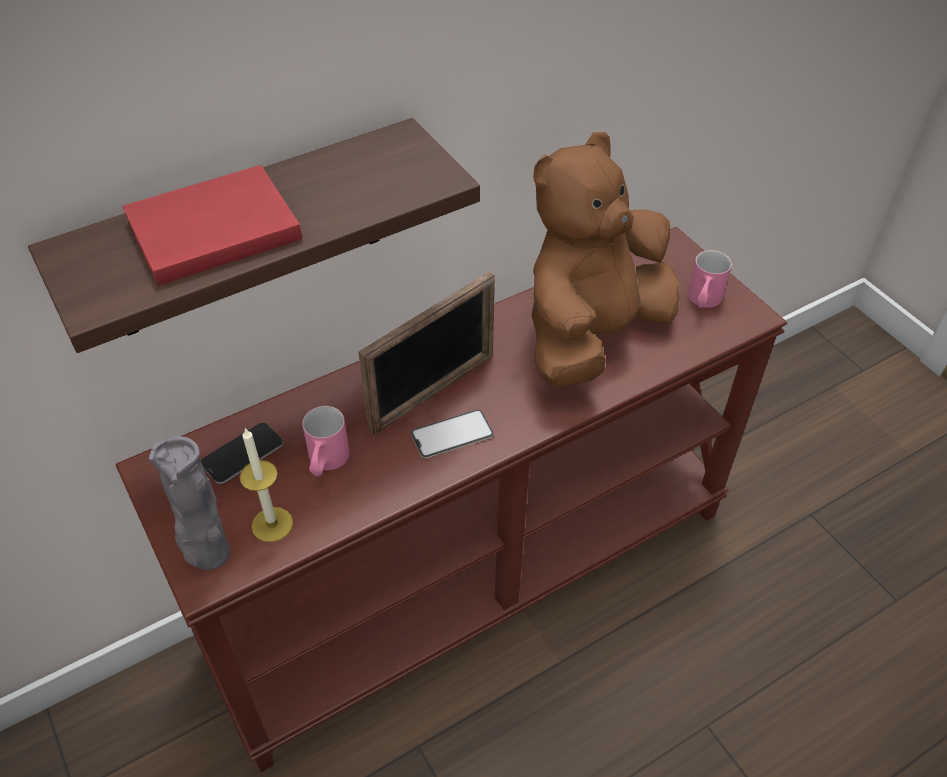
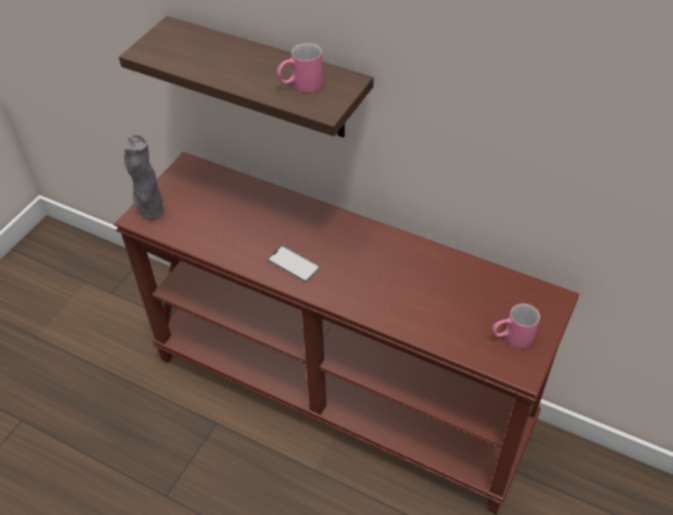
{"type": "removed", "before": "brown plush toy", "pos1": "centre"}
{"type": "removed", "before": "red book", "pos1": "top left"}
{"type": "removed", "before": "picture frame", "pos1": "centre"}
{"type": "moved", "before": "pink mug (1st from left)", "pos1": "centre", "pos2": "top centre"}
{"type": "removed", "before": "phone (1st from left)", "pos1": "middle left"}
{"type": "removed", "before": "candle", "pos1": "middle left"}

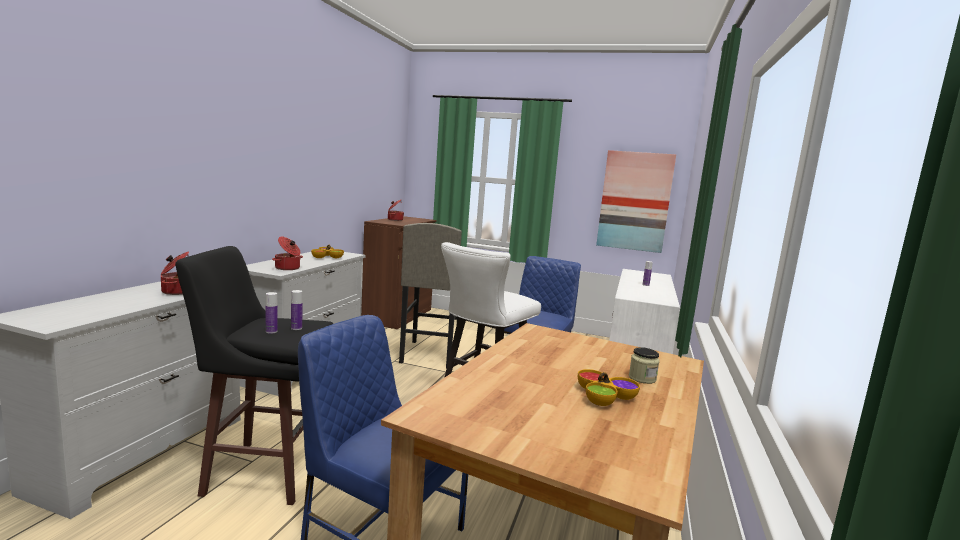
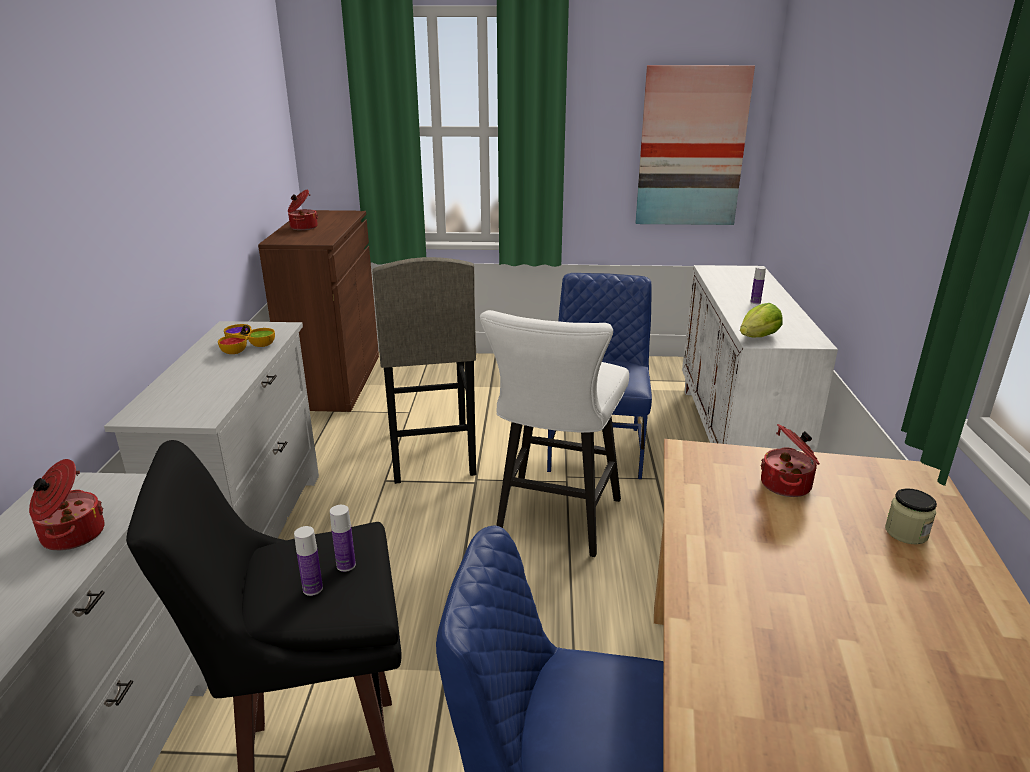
{"type": "moved", "before": "cooking pot (2nd from left in the first image)", "after": "cooking pot (3rd from left)", "pos1": "middle left", "pos2": "middle right"}
{"type": "removed", "before": "bowl (2nd from left)", "pos1": "bottom centre"}
{"type": "added", "after": "lettuce", "pos2": "middle right"}

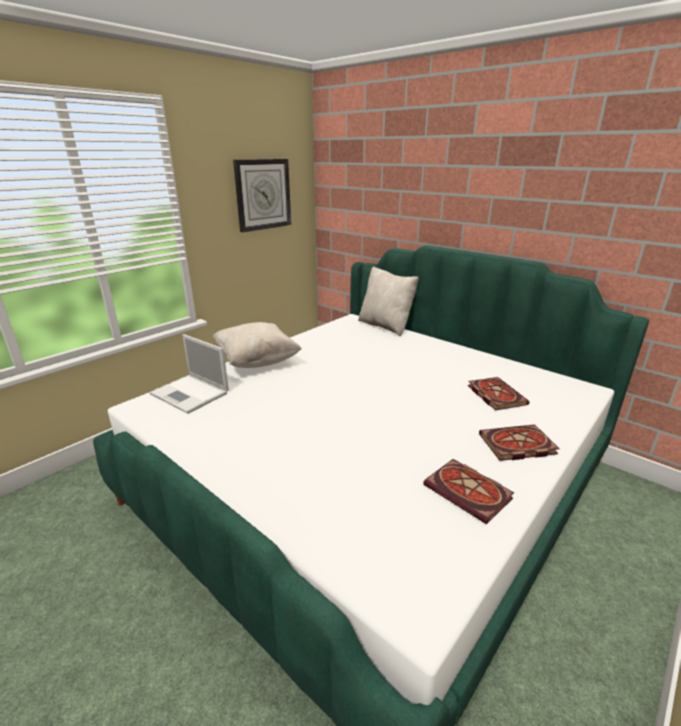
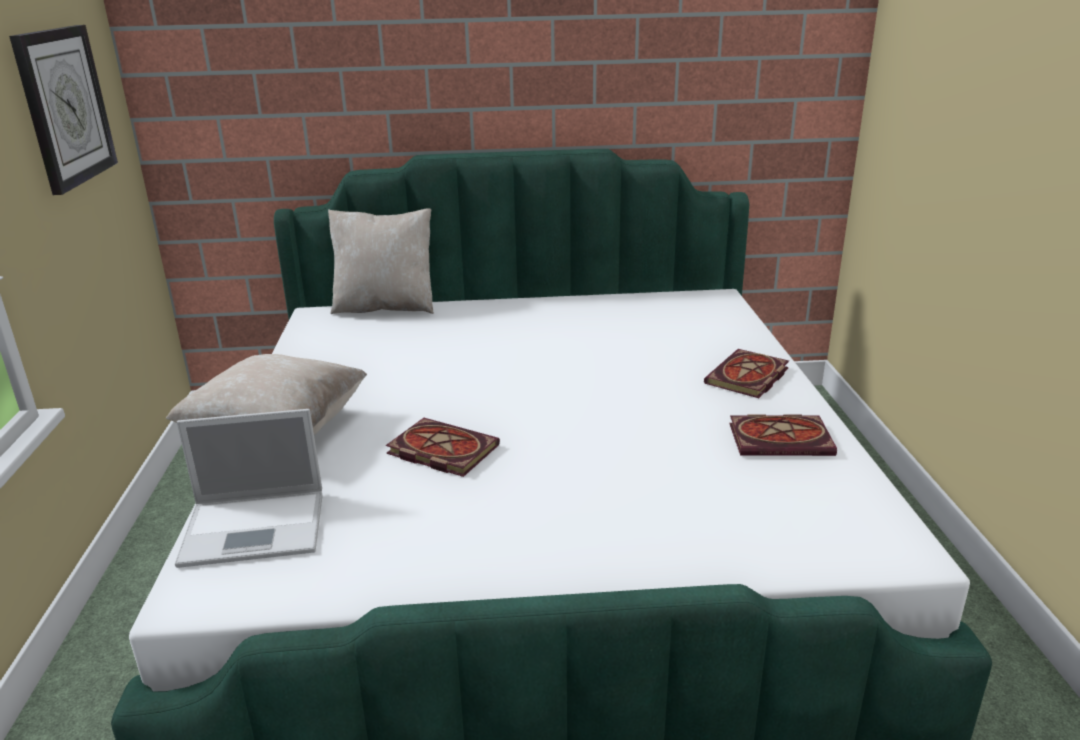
{"type": "moved", "before": "book (2nd from left in the first image)", "after": "book (1st from left)", "pos1": "middle right", "pos2": "centre"}

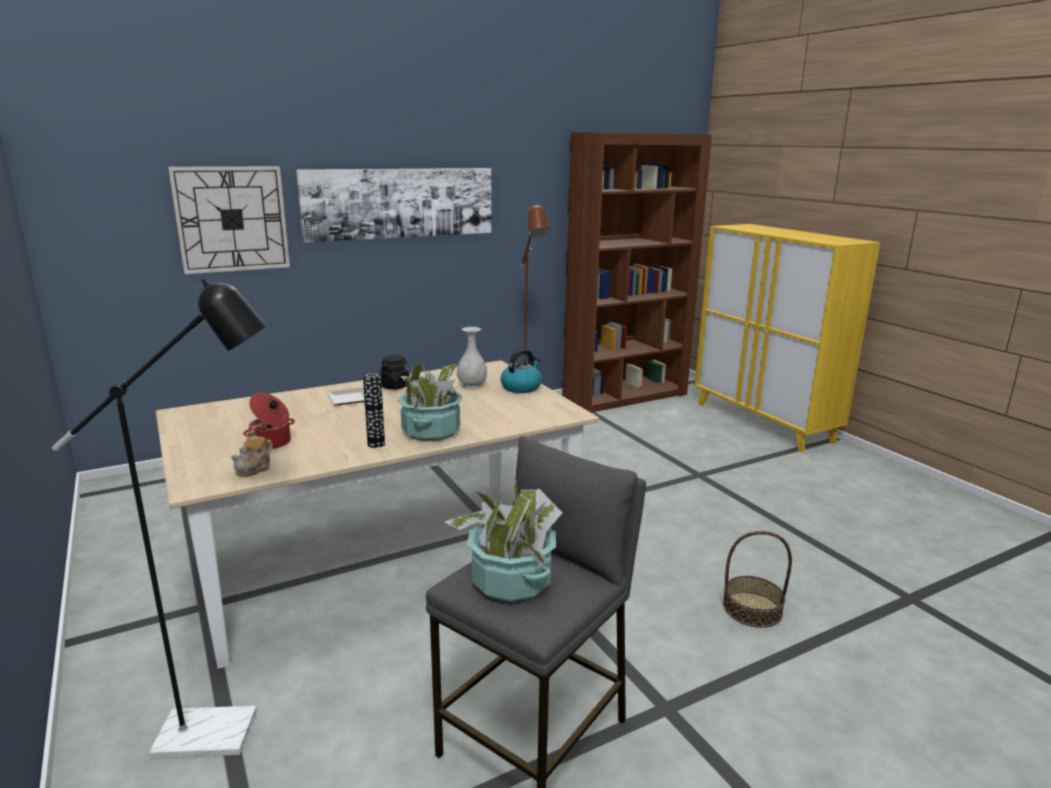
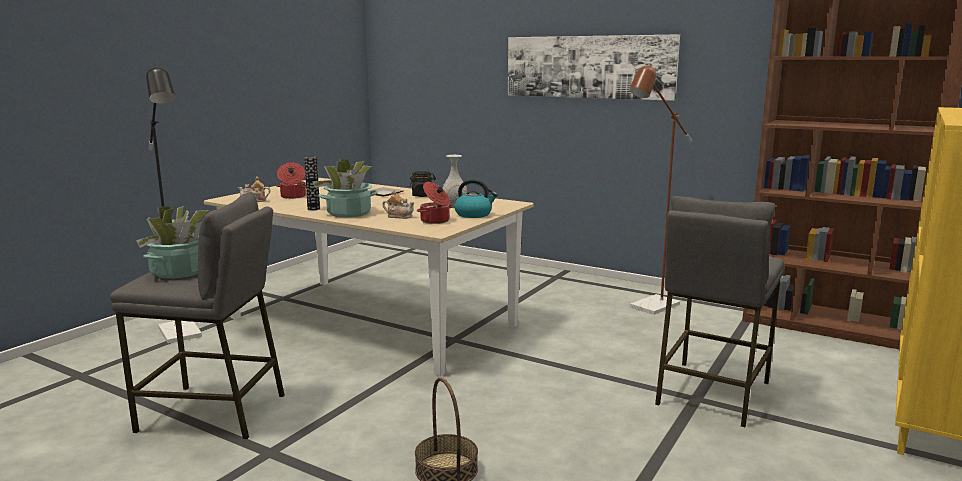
{"type": "removed", "before": "wall clock", "pos1": "top left"}
{"type": "added", "after": "cooking pot (2nd from left)", "pos2": "centre"}
{"type": "added", "after": "teapot (2nd from left)", "pos2": "centre"}
{"type": "added", "after": "grey stool (2nd from left)", "pos2": "middle right"}

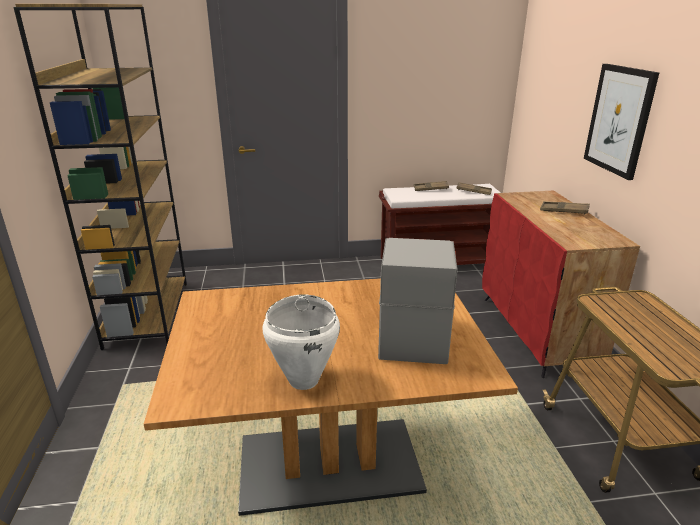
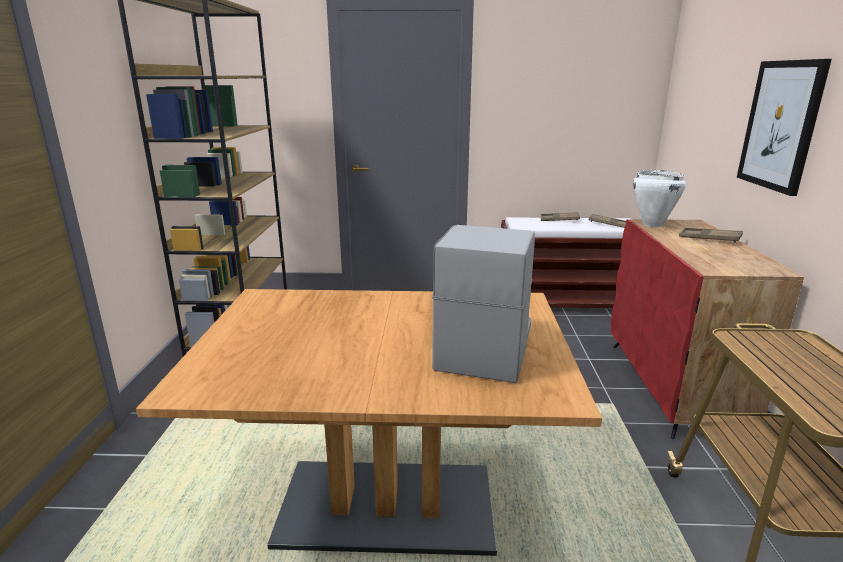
{"type": "moved", "before": "white cooking pot", "pos1": "centre", "pos2": "middle right"}

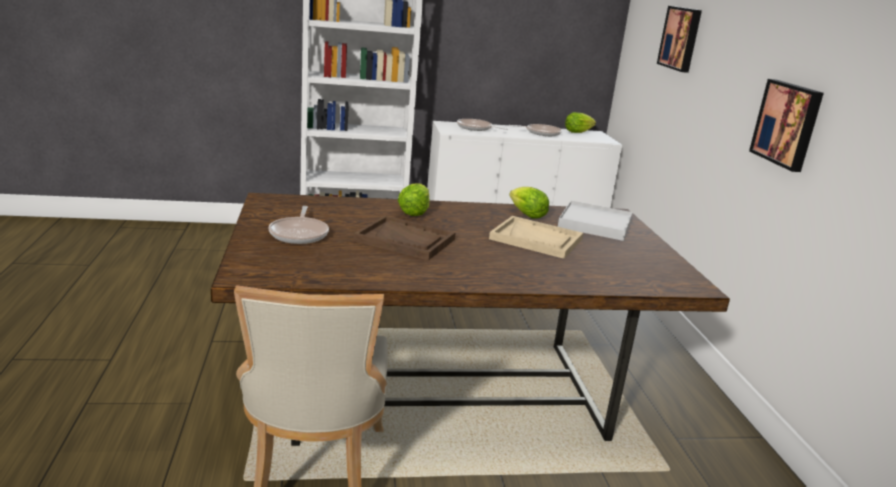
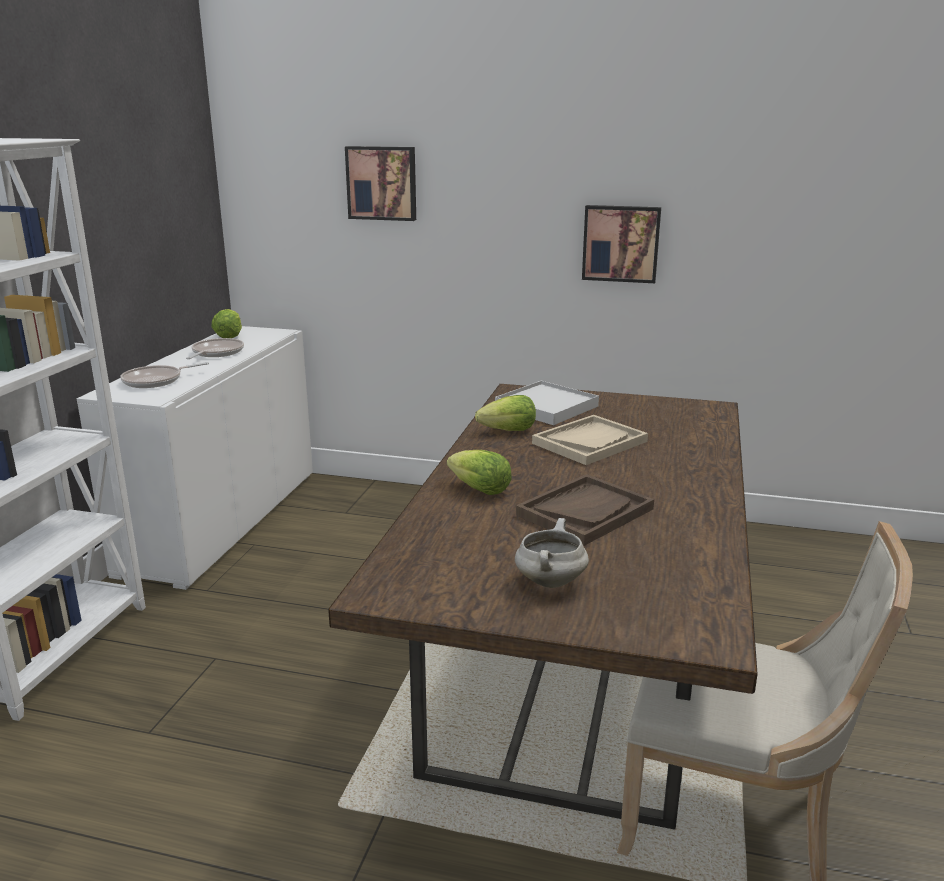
{"type": "replaced", "before": "frying pan (1st from left)", "after": "white cooking pot", "pos1": "centre", "pos2": "centre"}

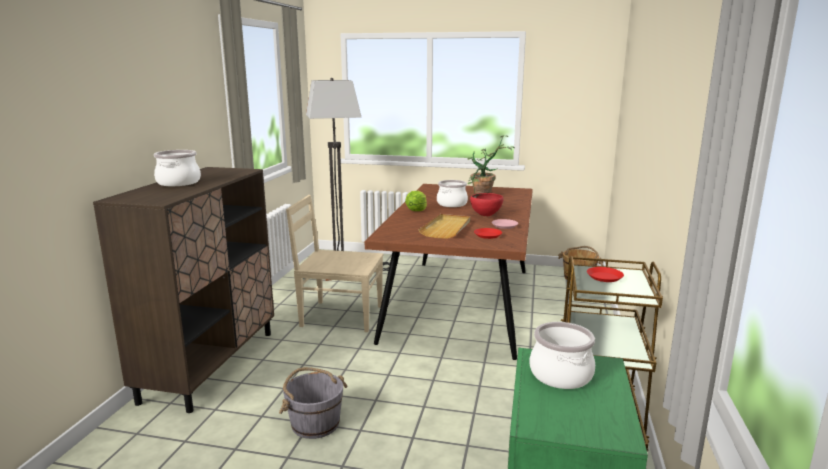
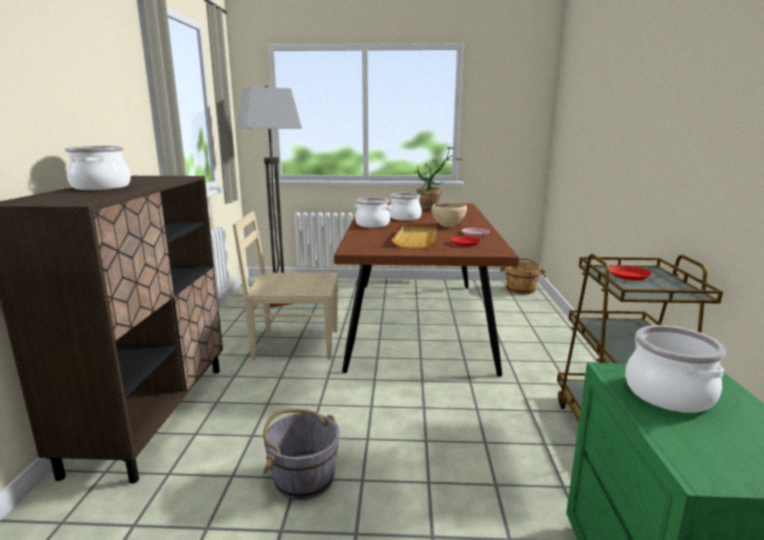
{"type": "replaced", "before": "lettuce", "after": "cooking pot (2nd from left)", "pos1": "centre", "pos2": "centre"}
{"type": "recoloured", "before": "red bowl", "after": "beige bowl", "pos1": "centre", "pos2": "centre"}

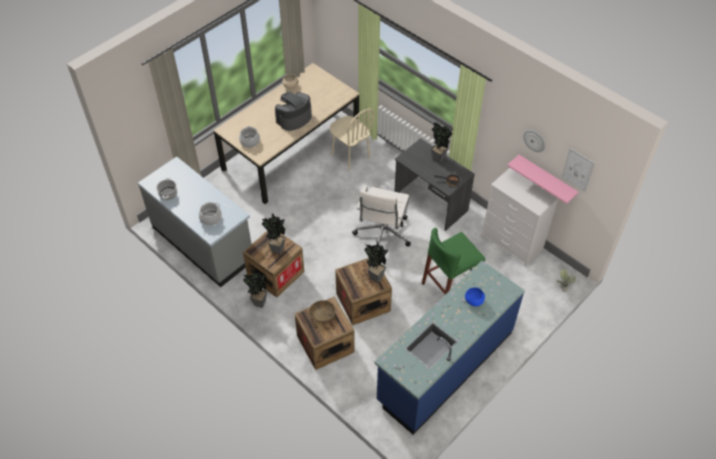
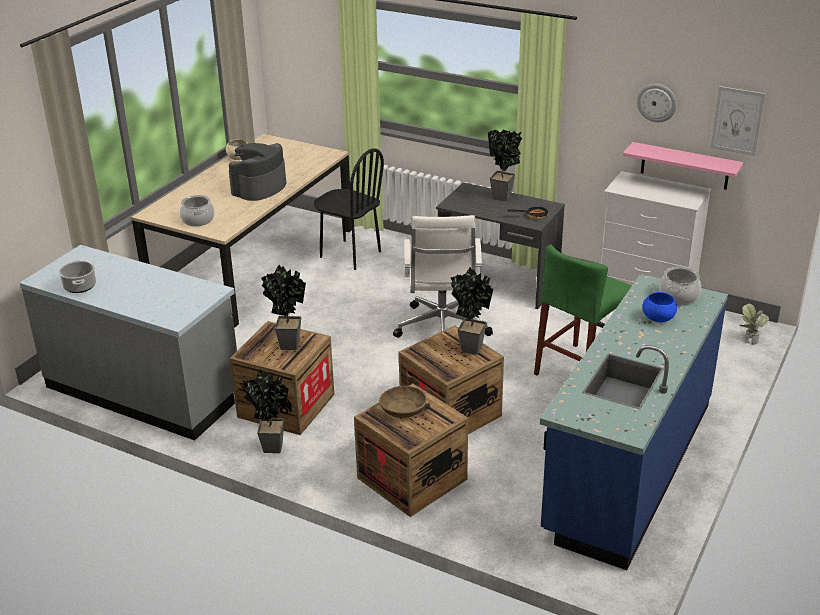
{"type": "recoloured", "before": "beige chair", "after": "black chair", "pos1": "top centre", "pos2": "centre"}
{"type": "moved", "before": "cooking pot (2nd from left in the first image)", "after": "cooking pot (3rd from left)", "pos1": "middle left", "pos2": "middle right"}

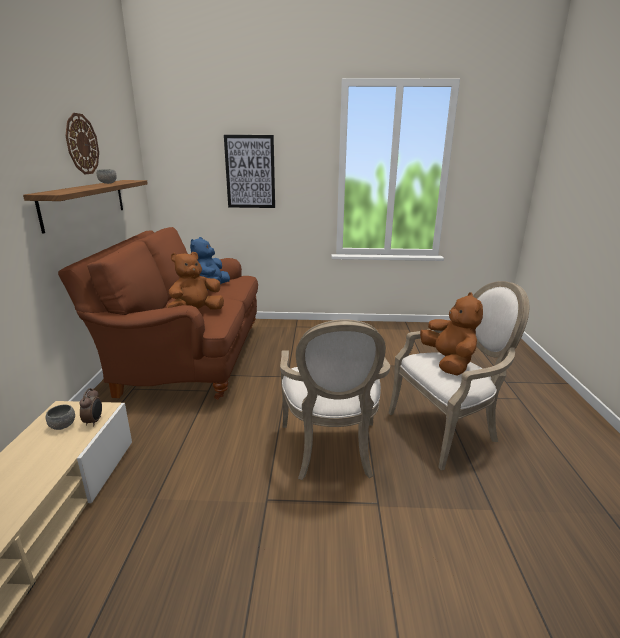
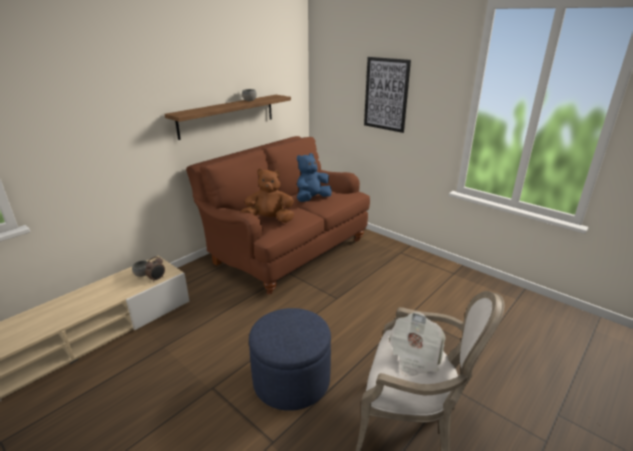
{"type": "removed", "before": "wall clock", "pos1": "top left"}
{"type": "replaced", "before": "brown plush toy (2nd from left)", "after": "newspaper", "pos1": "middle right", "pos2": "bottom centre"}
{"type": "replaced", "before": "armchair (1st from left)", "after": "blue ottoman", "pos1": "centre", "pos2": "bottom centre"}

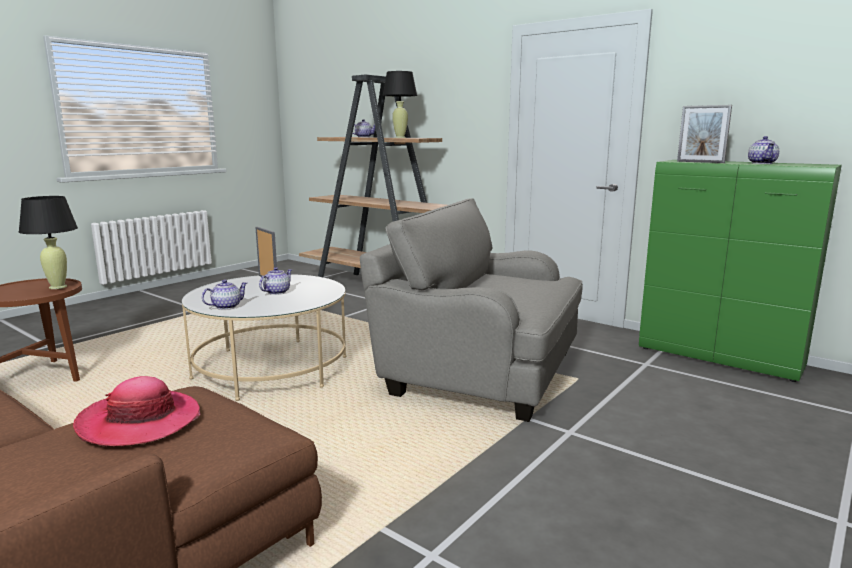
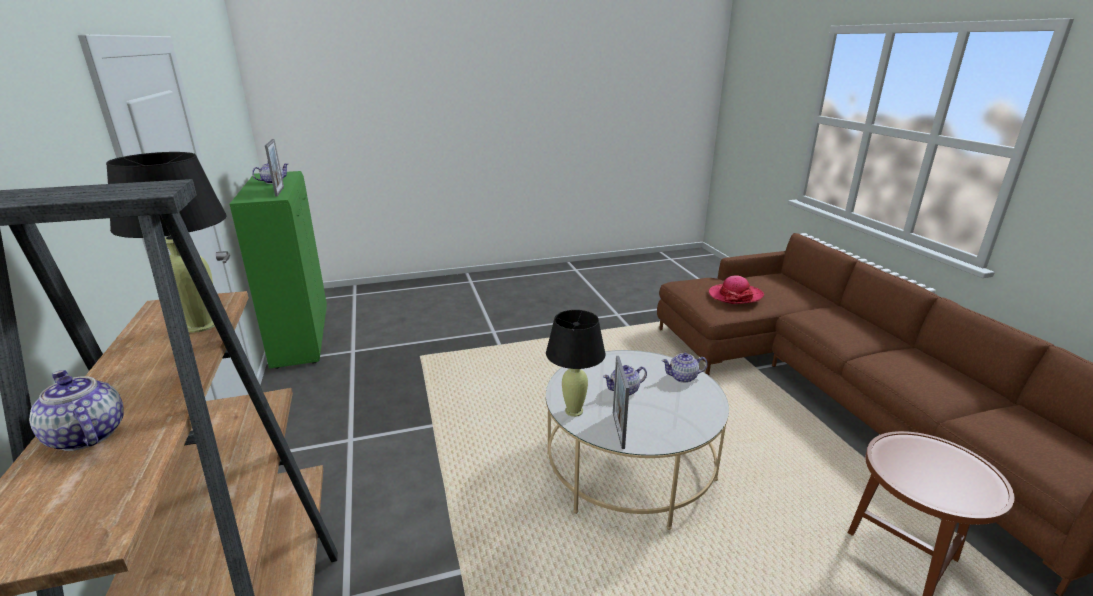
{"type": "moved", "before": "black table lamp (1st from left in the first image)", "after": "black table lamp (2nd from left)", "pos1": "middle left", "pos2": "centre"}
{"type": "removed", "before": "grey armchair", "pos1": "centre"}

